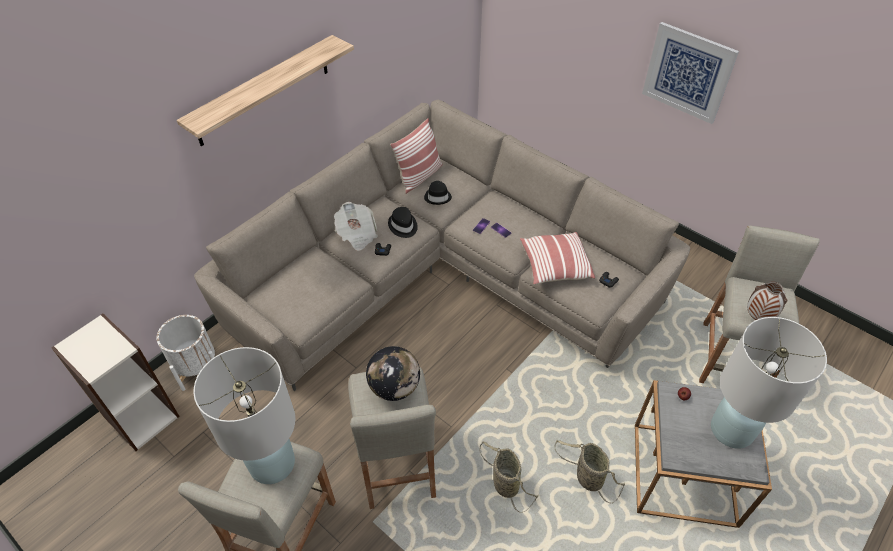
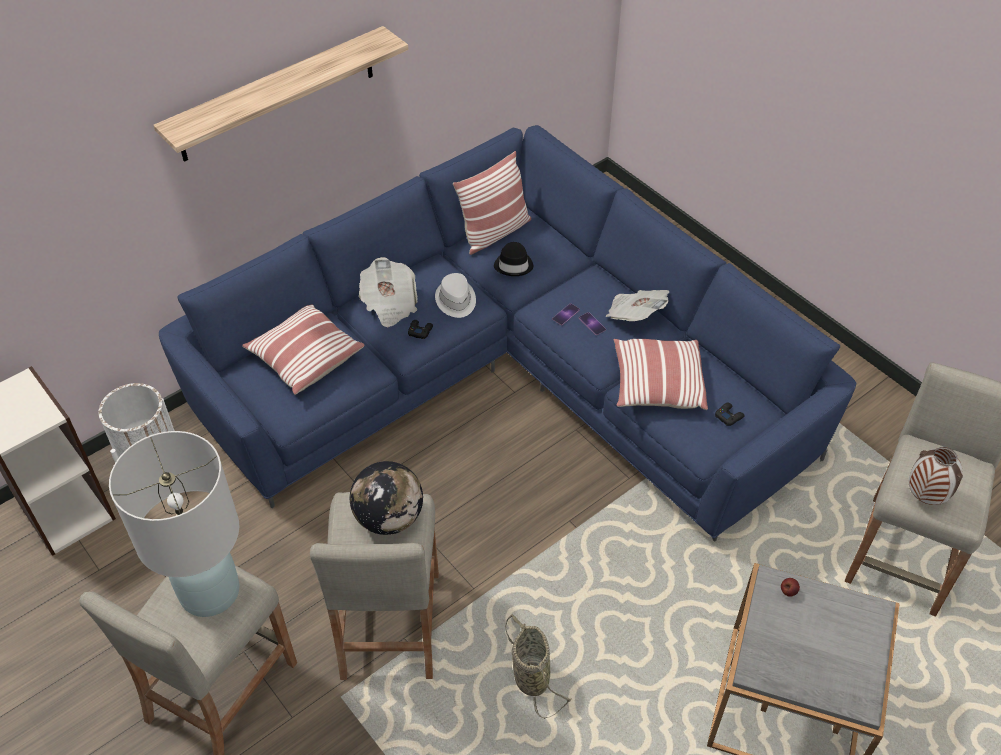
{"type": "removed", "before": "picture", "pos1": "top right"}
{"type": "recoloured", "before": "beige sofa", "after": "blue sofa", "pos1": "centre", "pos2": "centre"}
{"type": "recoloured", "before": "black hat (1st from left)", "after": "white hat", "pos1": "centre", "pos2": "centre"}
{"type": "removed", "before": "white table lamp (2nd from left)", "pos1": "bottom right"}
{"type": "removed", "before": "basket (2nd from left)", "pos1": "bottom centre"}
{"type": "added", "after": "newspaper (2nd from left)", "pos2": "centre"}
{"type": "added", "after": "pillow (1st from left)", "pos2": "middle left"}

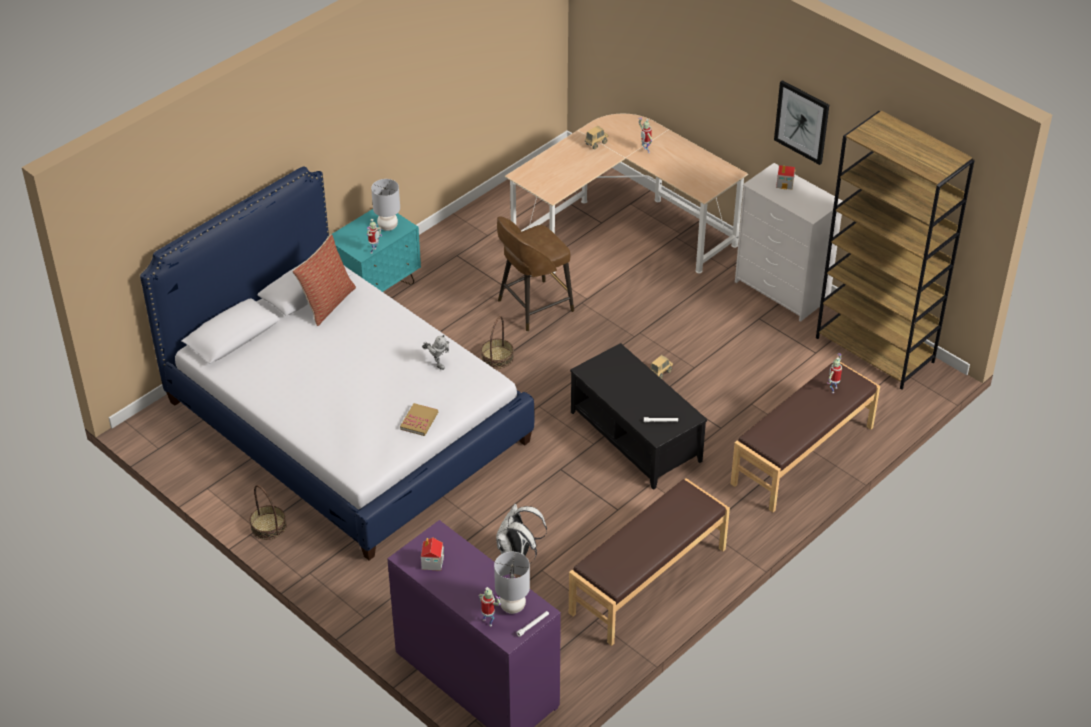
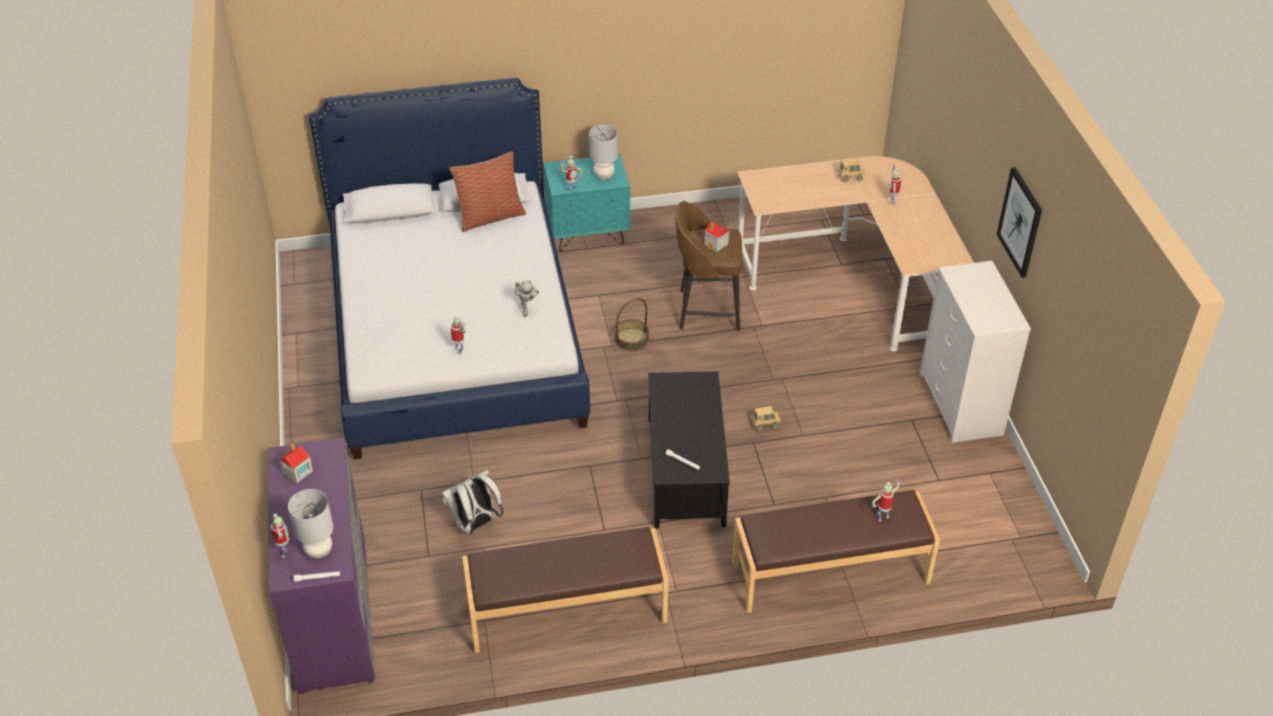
{"type": "removed", "before": "brown bookcase", "pos1": "middle right"}
{"type": "moved", "before": "toy house (2nd from left)", "pos1": "top right", "pos2": "top centre"}
{"type": "replaced", "before": "book", "after": "toy robot (2nd from left)", "pos1": "centre", "pos2": "centre"}
{"type": "removed", "before": "basket (1st from left)", "pos1": "bottom left"}

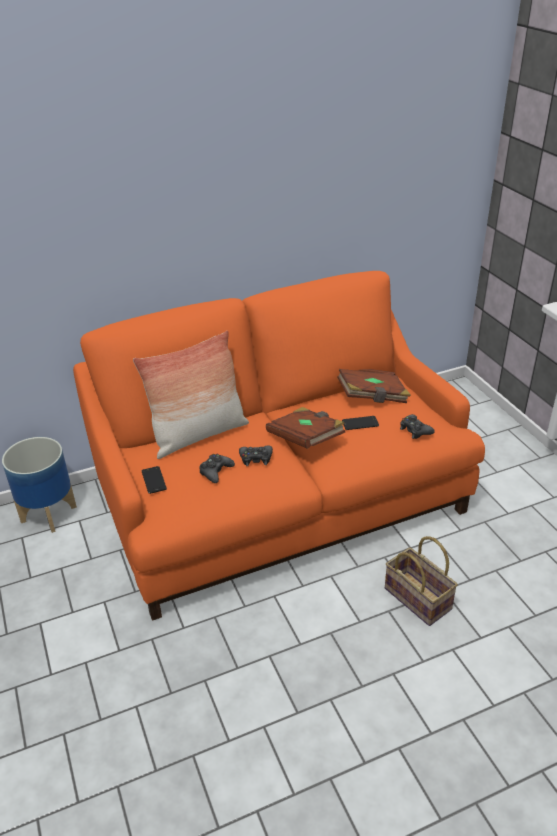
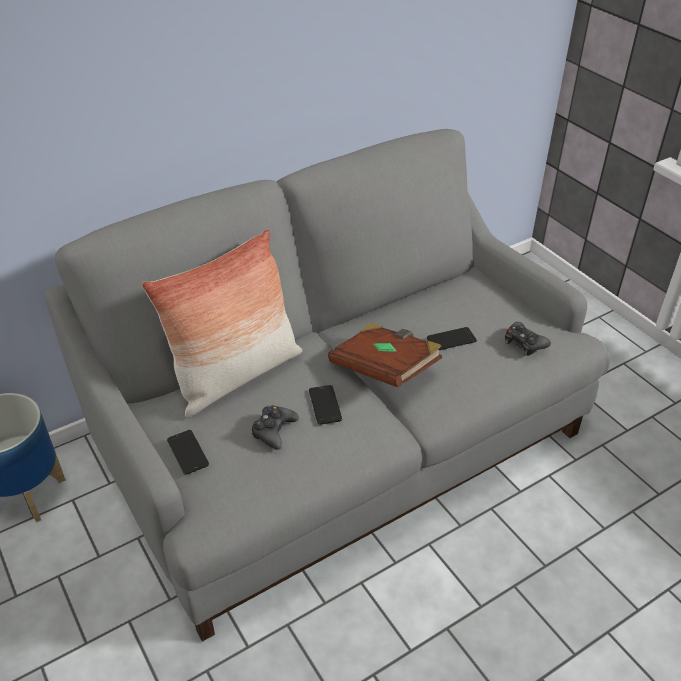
{"type": "recoloured", "before": "orange sofa", "after": "grey sofa", "pos1": "centre", "pos2": "centre"}
{"type": "removed", "before": "brown book (2nd from left)", "pos1": "middle right"}
{"type": "replaced", "before": "black game controller (2nd from left)", "after": "phone (2nd from left)", "pos1": "centre", "pos2": "centre"}
{"type": "removed", "before": "basket", "pos1": "bottom right"}

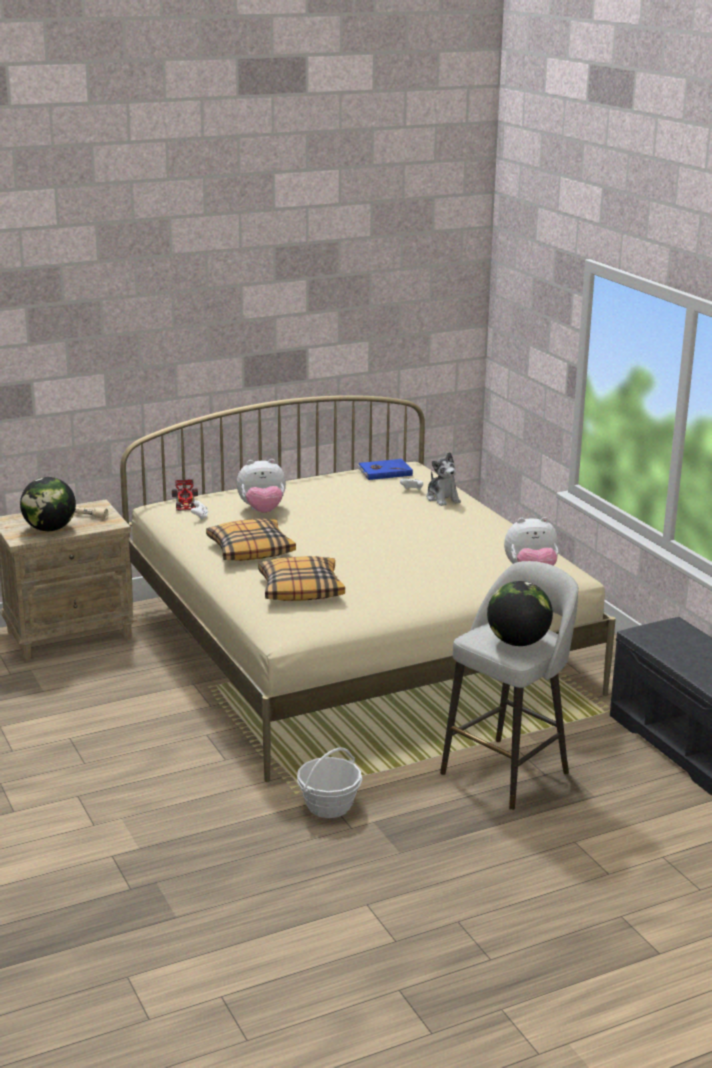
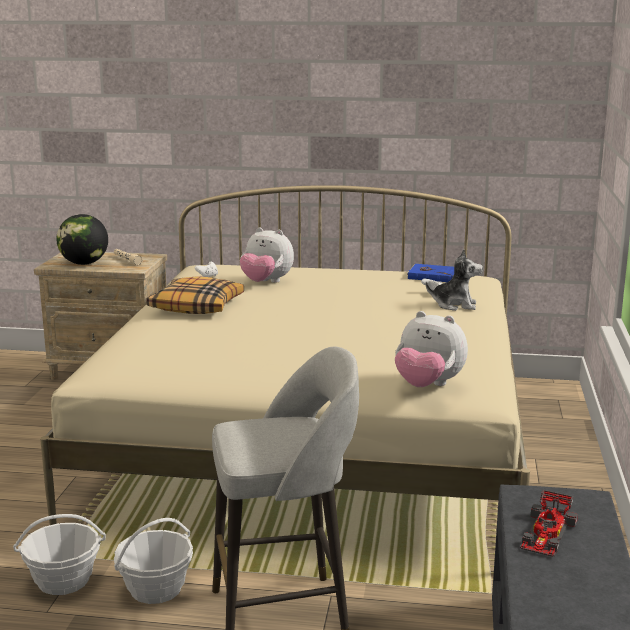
{"type": "turned", "before": "plush toy (2nd from left in the first image)", "pos1": "centre", "pos2": "middle right", "turn": -90}
{"type": "moved", "before": "toy car", "pos1": "middle left", "pos2": "bottom right"}
{"type": "removed", "before": "pillow (2nd from left)", "pos1": "centre"}
{"type": "removed", "before": "globe (2nd from left)", "pos1": "middle right"}
{"type": "added", "after": "basket (2nd from left)", "pos2": "bottom left"}

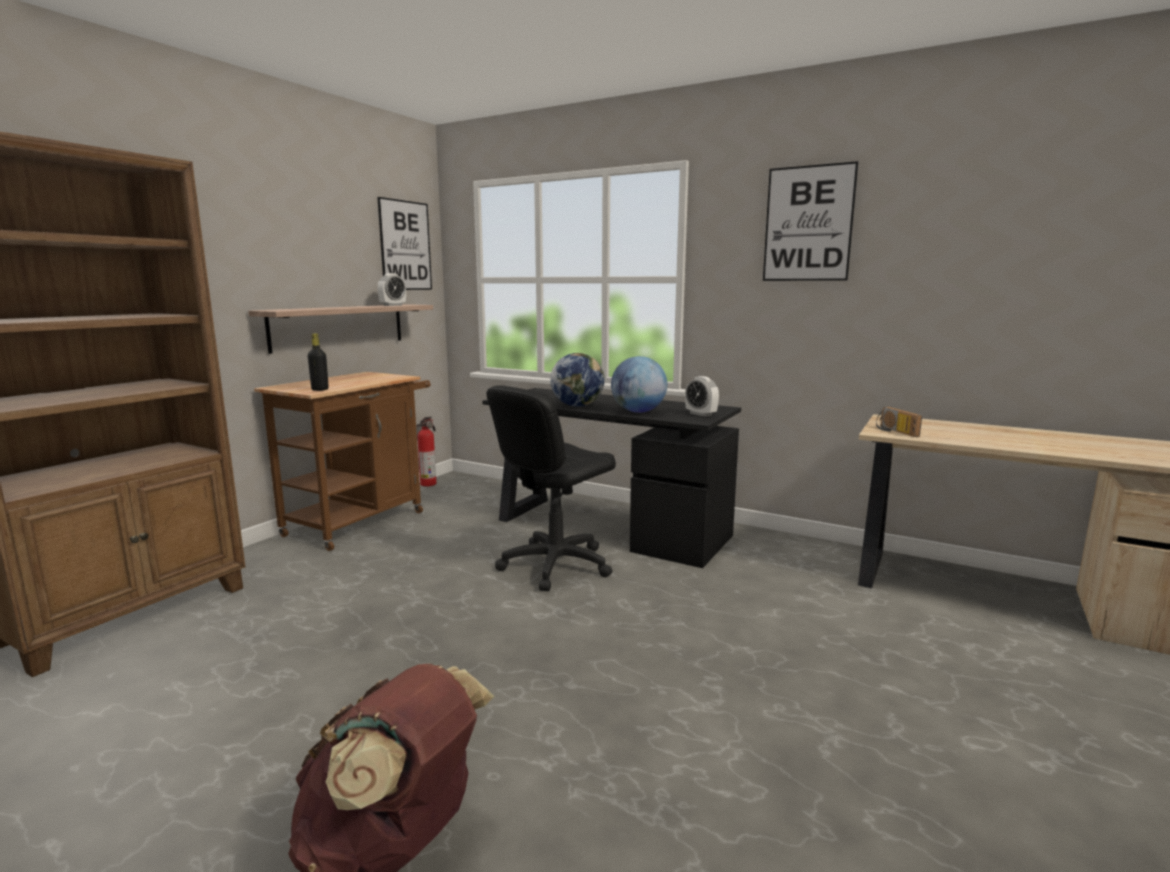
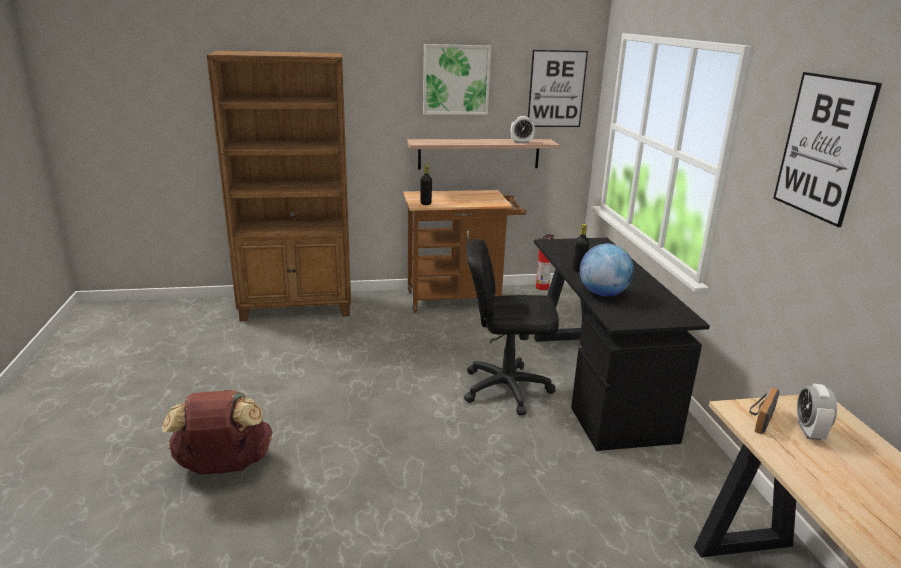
{"type": "replaced", "before": "globe (1st from left)", "after": "black bottle (2nd from left)", "pos1": "centre", "pos2": "centre"}
{"type": "moved", "before": "alarm clock (2nd from left)", "pos1": "centre", "pos2": "bottom right"}
{"type": "added", "after": "picture (1st from left)", "pos2": "top centre"}

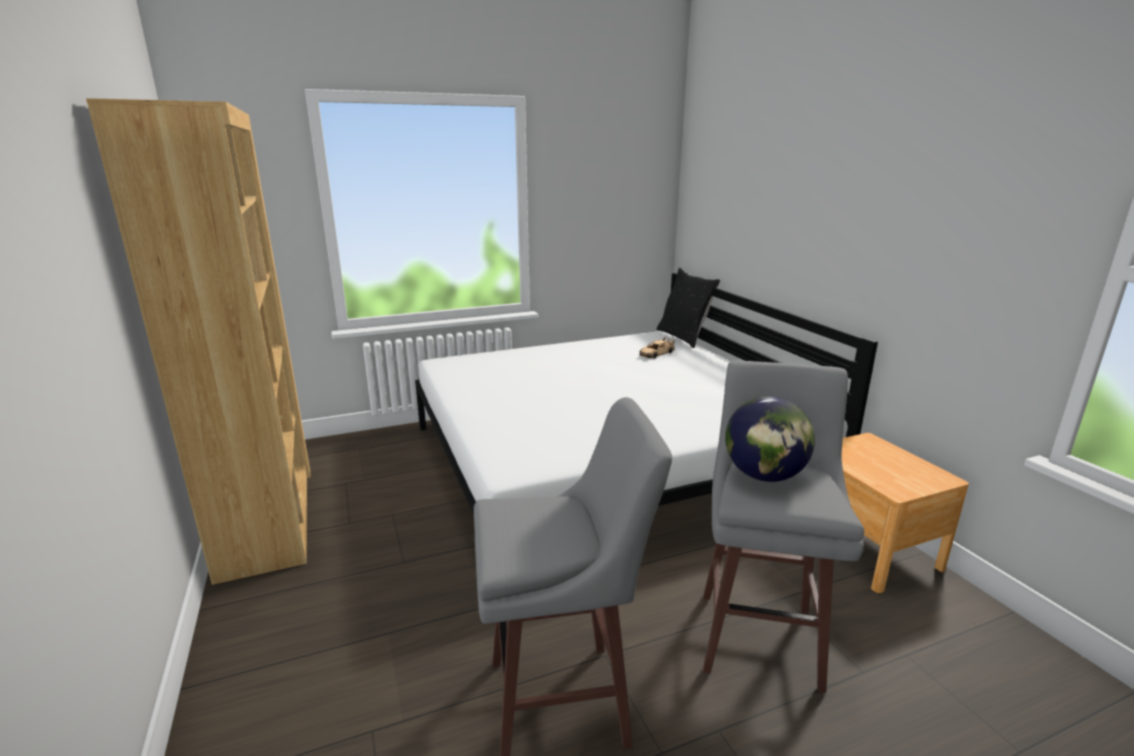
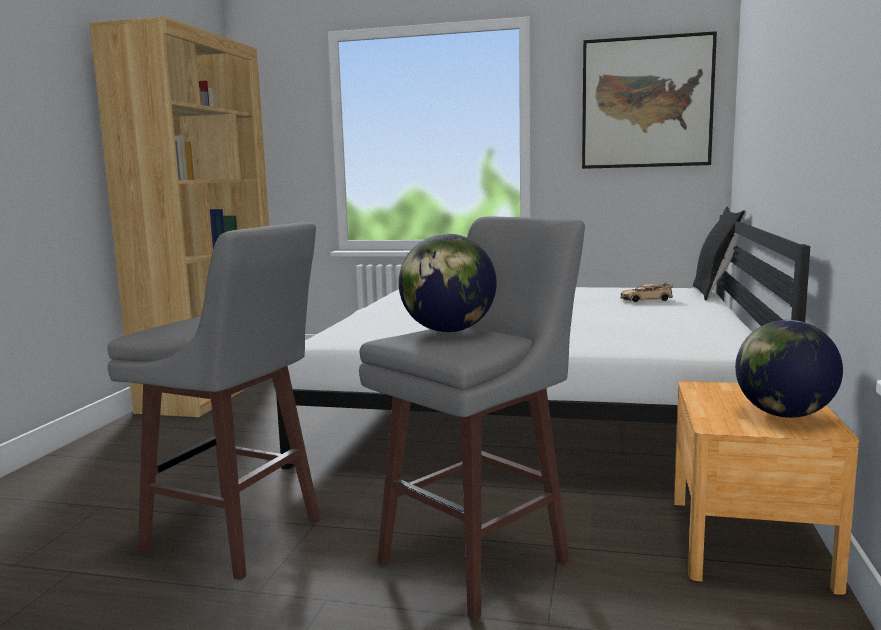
{"type": "added", "after": "picture", "pos2": "top right"}
{"type": "added", "after": "globe (2nd from left)", "pos2": "middle right"}

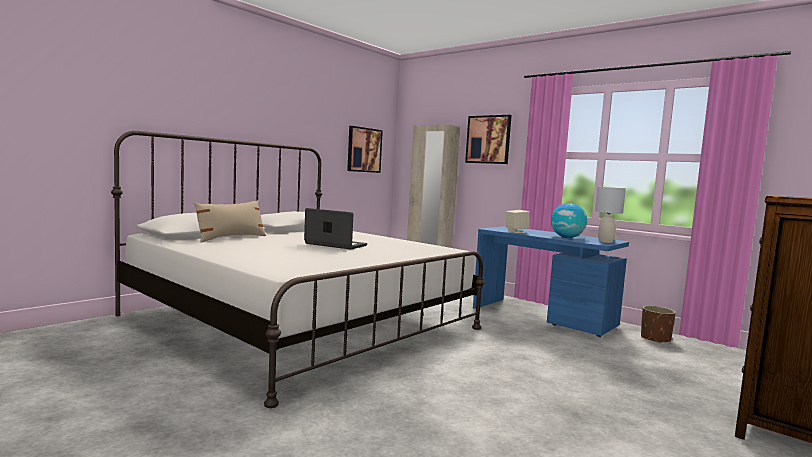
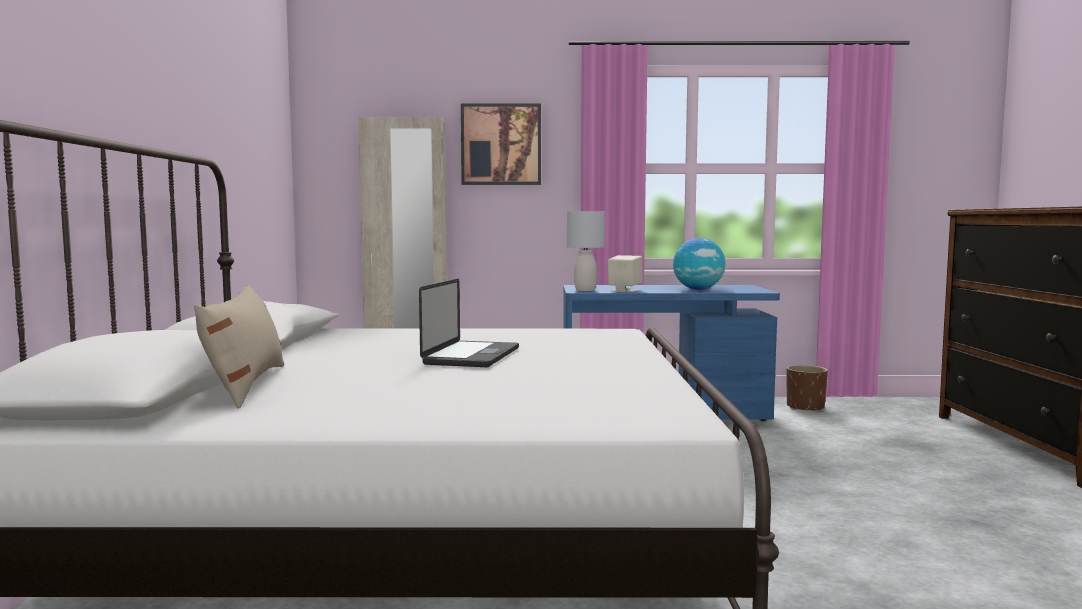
{"type": "removed", "before": "picture (1st from left)", "pos1": "top centre"}
{"type": "moved", "before": "grey table lamp", "pos1": "middle right", "pos2": "centre"}
{"type": "turned", "before": "laptop", "pos1": "centre", "pos2": "centre", "turn": 120}

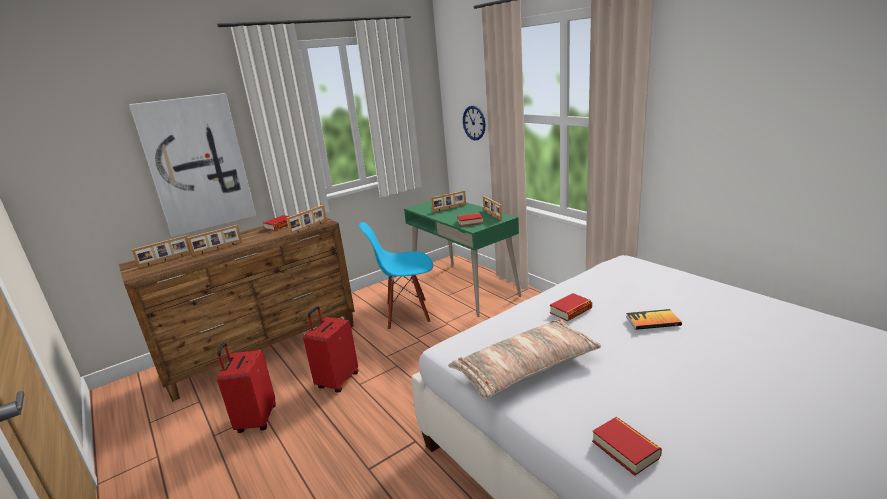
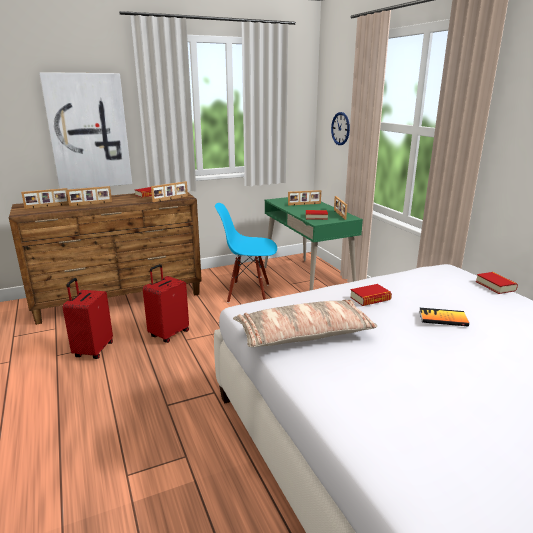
{"type": "moved", "before": "book (4th from left in the first image)", "after": "book (5th from left)", "pos1": "bottom right", "pos2": "middle right"}

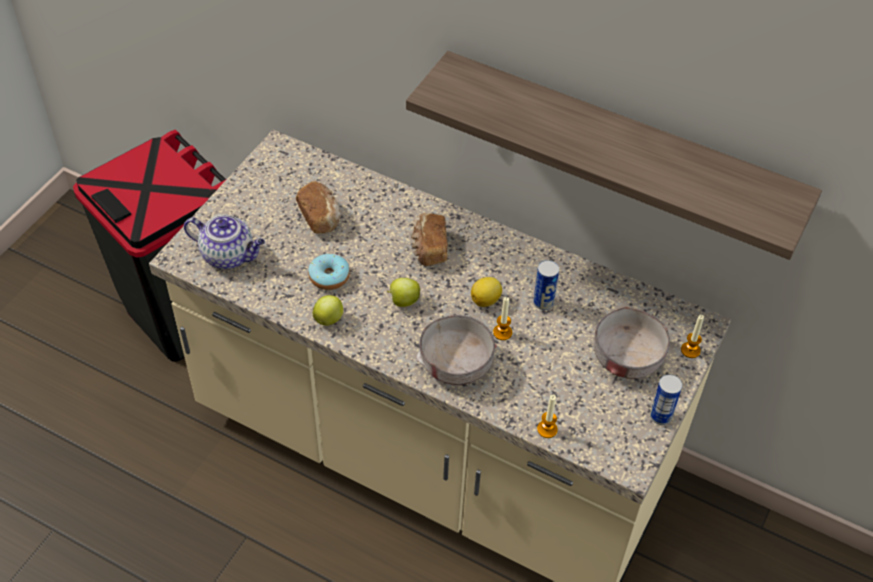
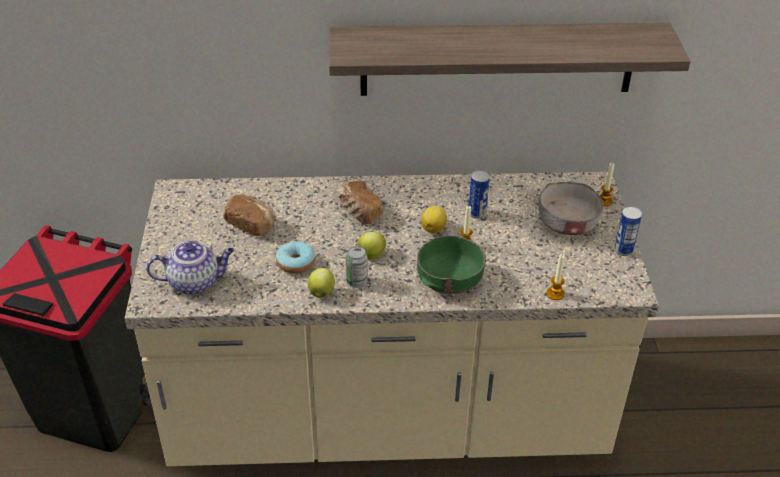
{"type": "recoloured", "before": "grey bowl (1st from left)", "after": "green bowl", "pos1": "centre", "pos2": "centre"}
{"type": "added", "after": "can (1st from left)", "pos2": "centre"}

